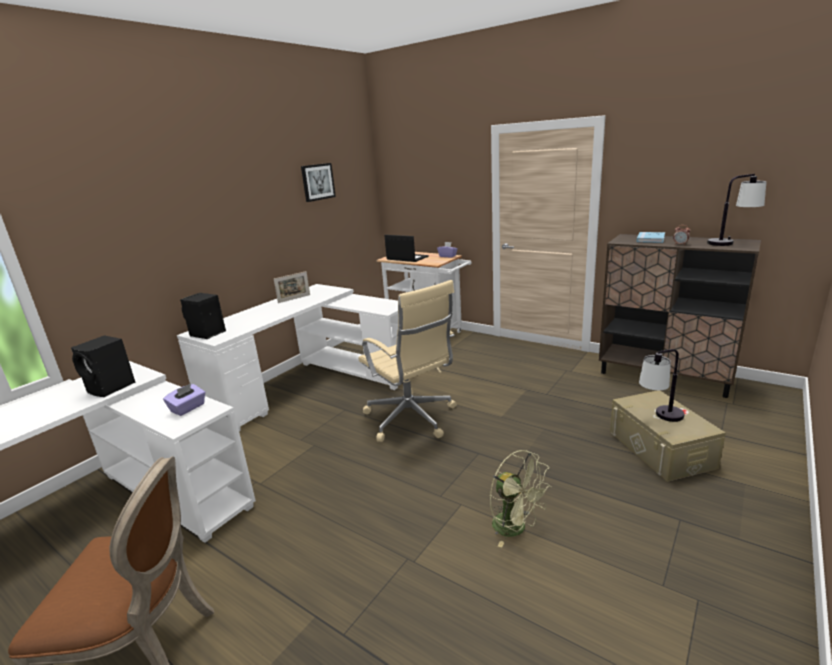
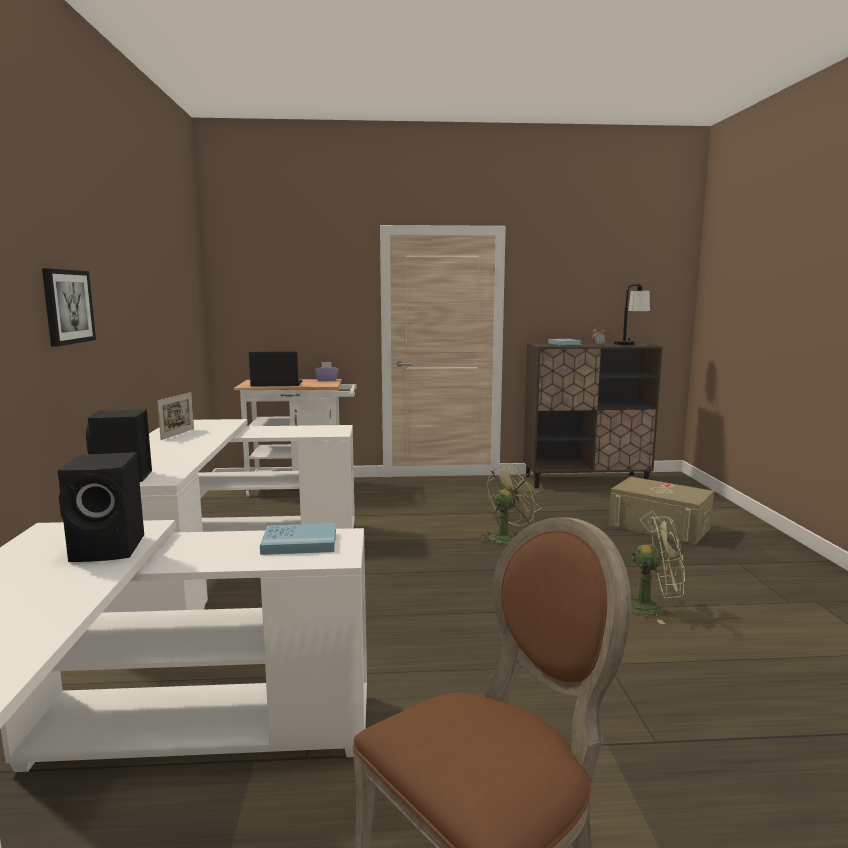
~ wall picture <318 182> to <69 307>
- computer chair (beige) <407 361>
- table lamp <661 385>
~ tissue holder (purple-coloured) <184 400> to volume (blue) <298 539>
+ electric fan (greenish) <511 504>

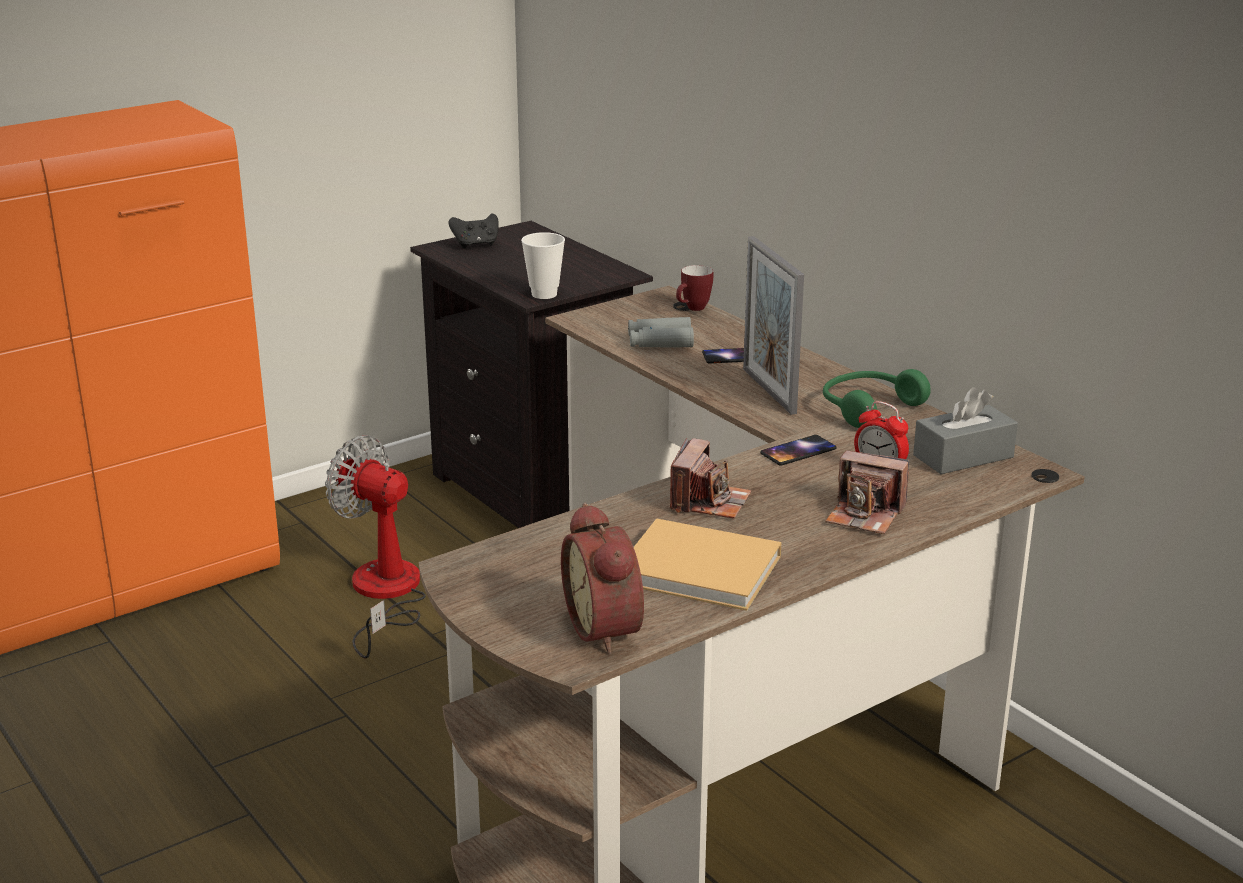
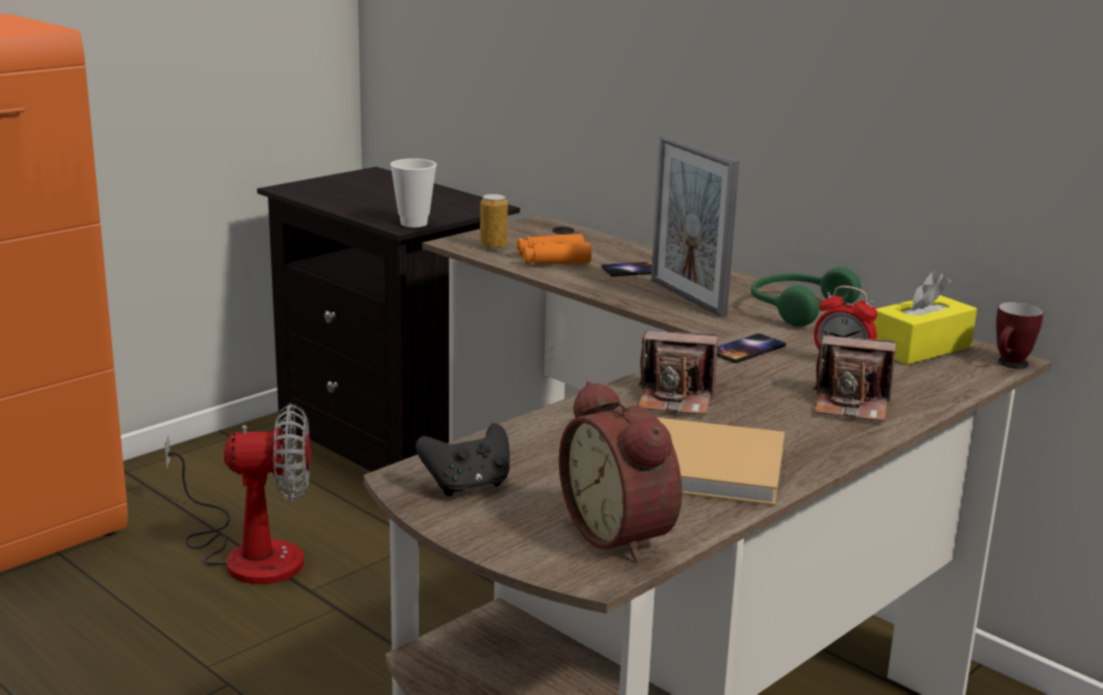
~ game controller (black) <474 231> to <463 459>
~ mug <694 288> to <1020 332>
~ field glasses (gray) <661 332> to field glasses (orangey) <554 249>
~ tissue holder (gray) <965 430> to tissue holder (yellowish) <925 318>
~ electric fan <375 546> = <238 494> 150 degrees clockwise
~ still camera <710 478> = <678 373> 90 degrees clockwise
+ metal can <494 222>

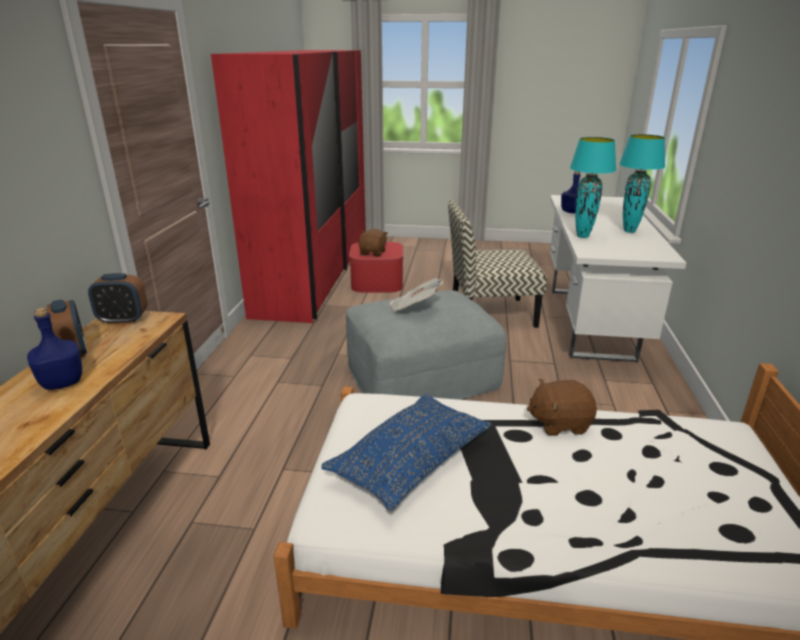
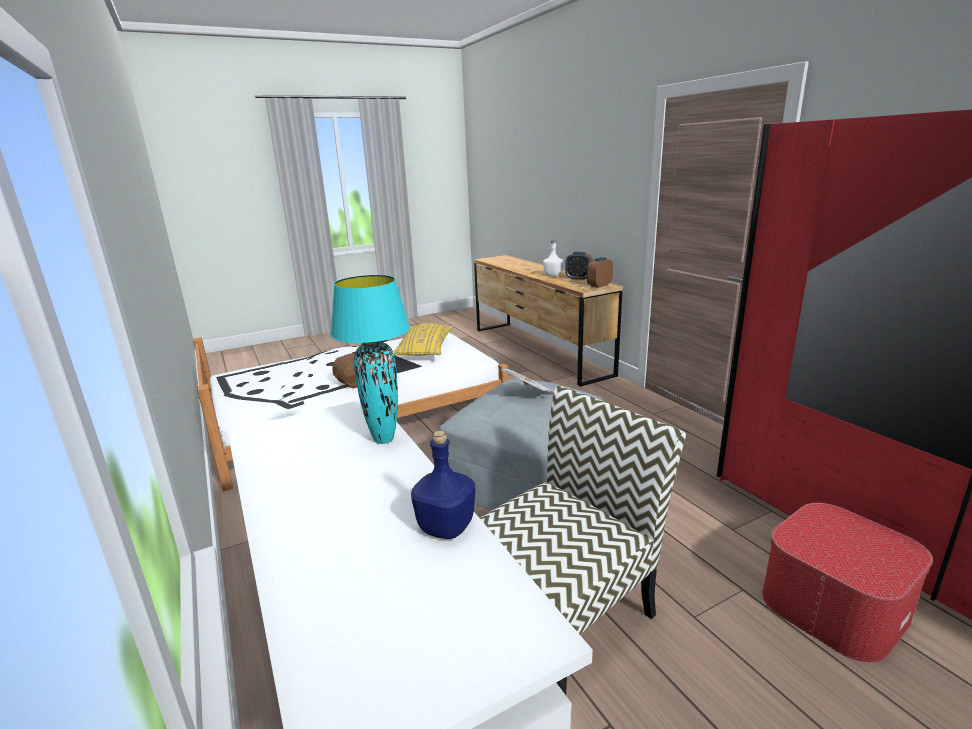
- table lamp (turquoise-coloured) <642 183>
- soft toy (brownish) <373 242>
~ drink bottle (blue) <54 349> to drink bottle (white) <553 258>
~ cushion (blue) <406 452> to cushion (yellowish) <423 339>

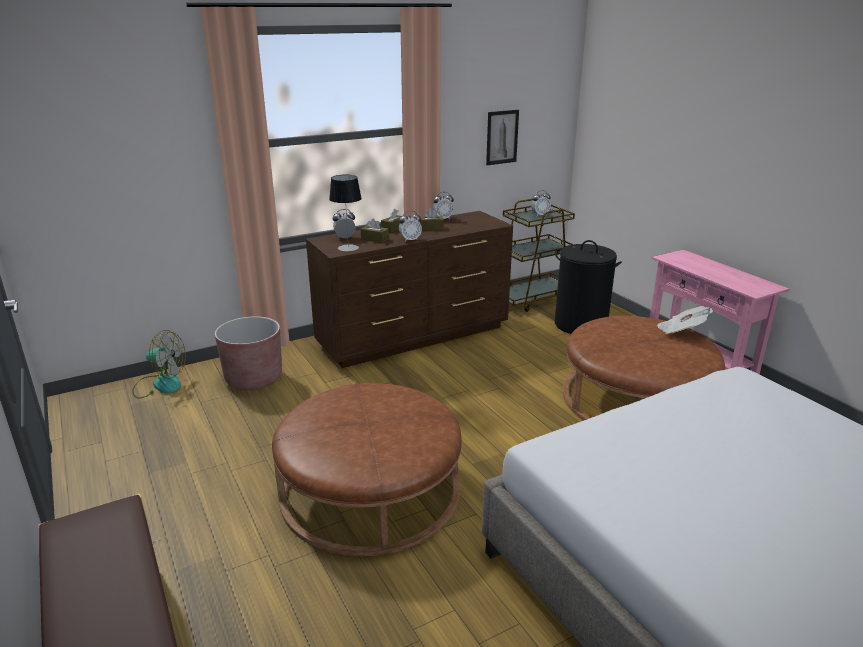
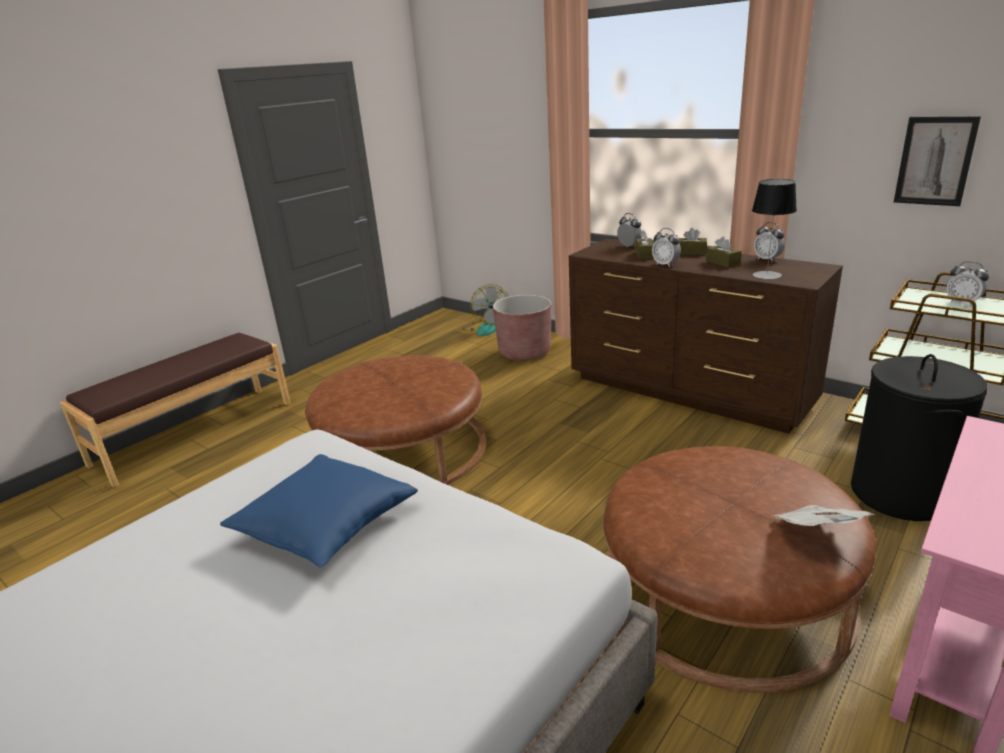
~ table lamp <345 213> to <774 229>
+ cushion (blue) <319 510>

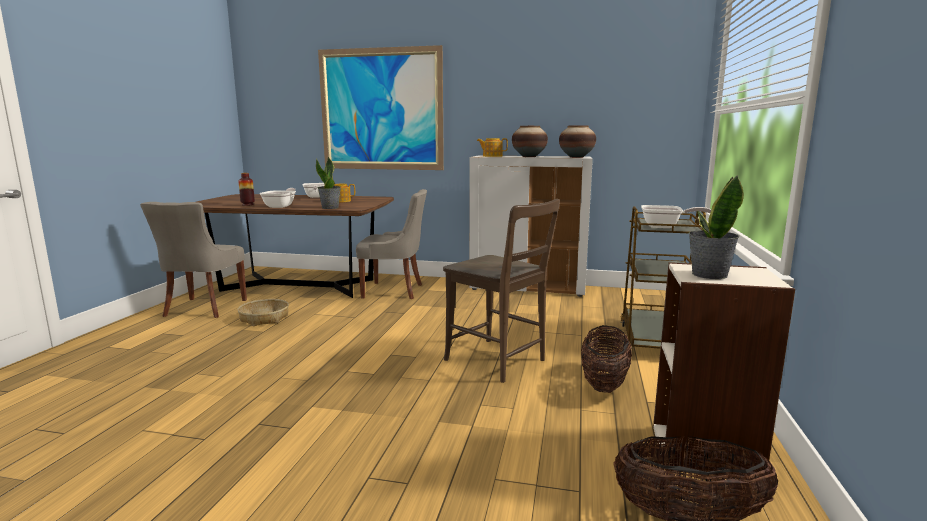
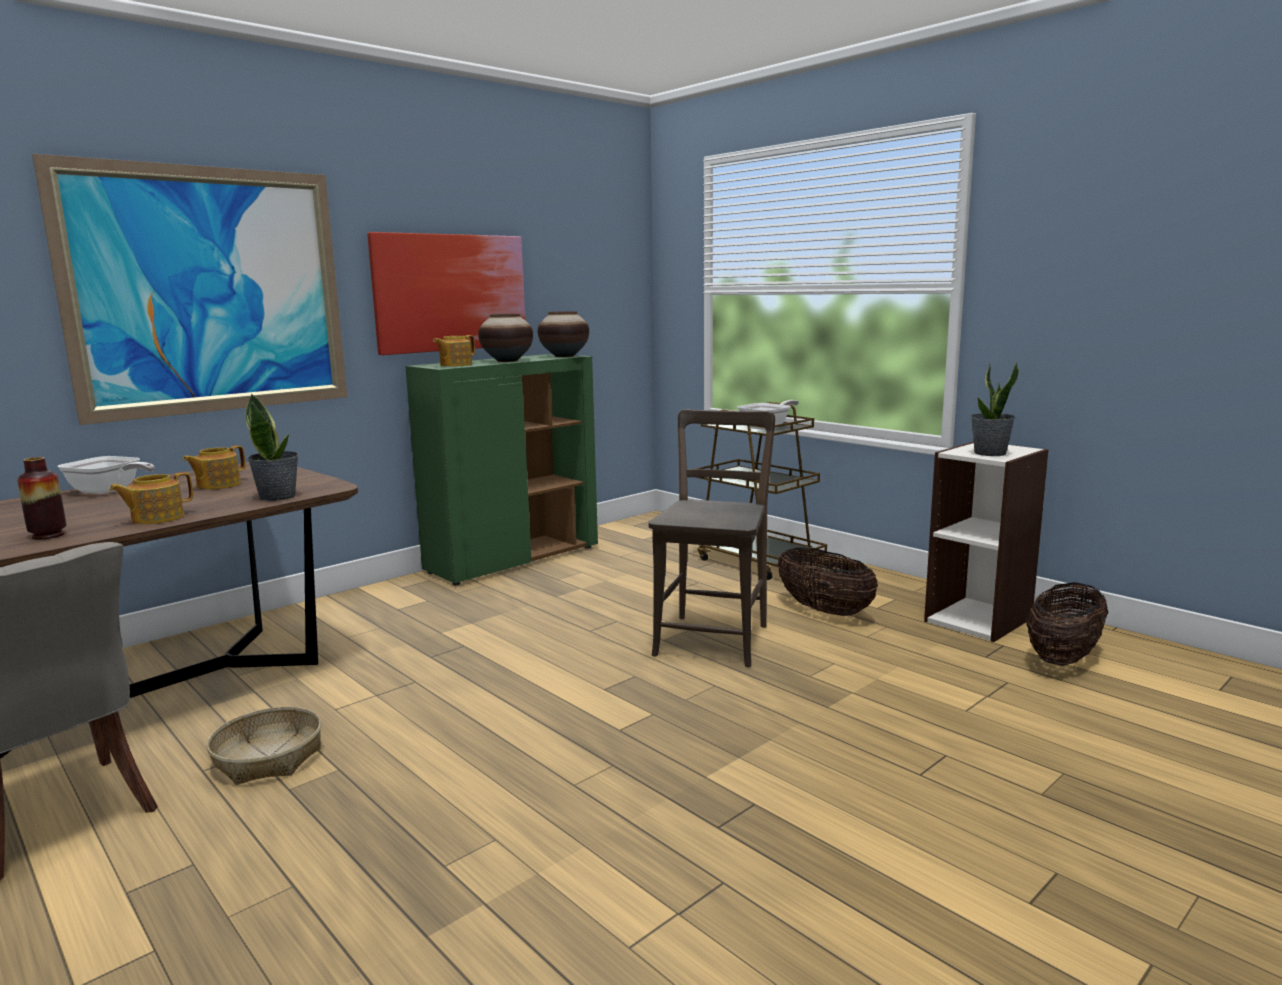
~ storage cabinet (white) <531 226> to storage cabinet (greenish) <501 469>
~ pan <278 198> to teapot <151 498>
- chair (gray) <391 244>
~ chair (brownish) <501 291> = <712 538> 60 degrees counterclockwise
+ wall picture <446 293>

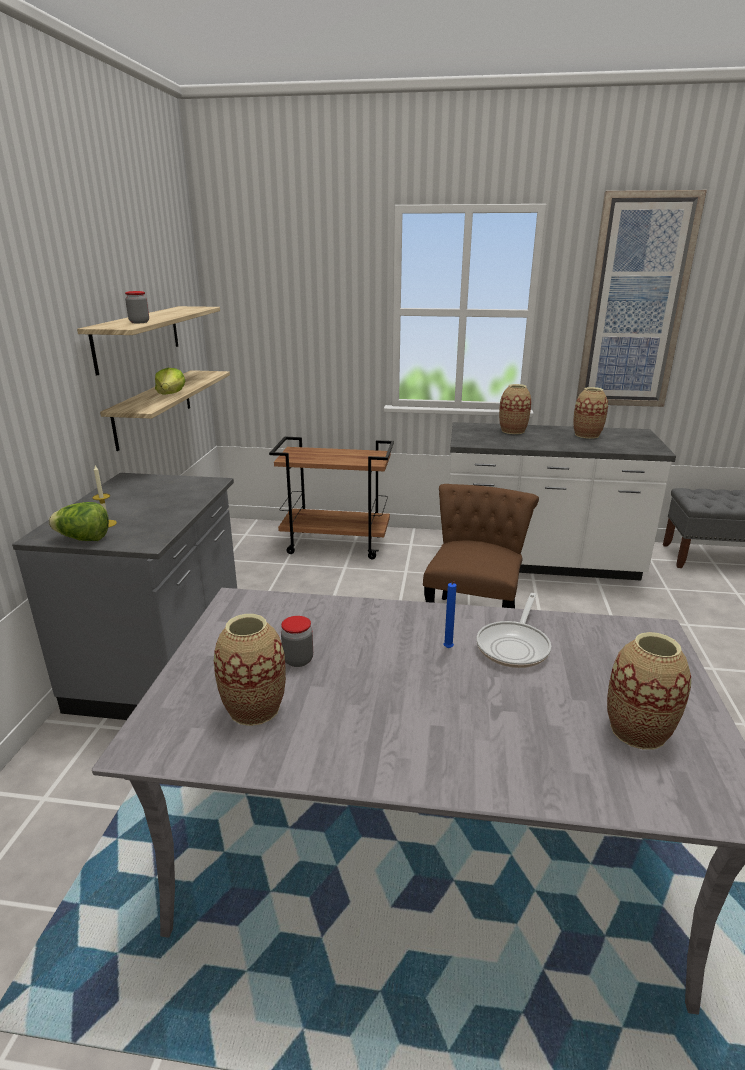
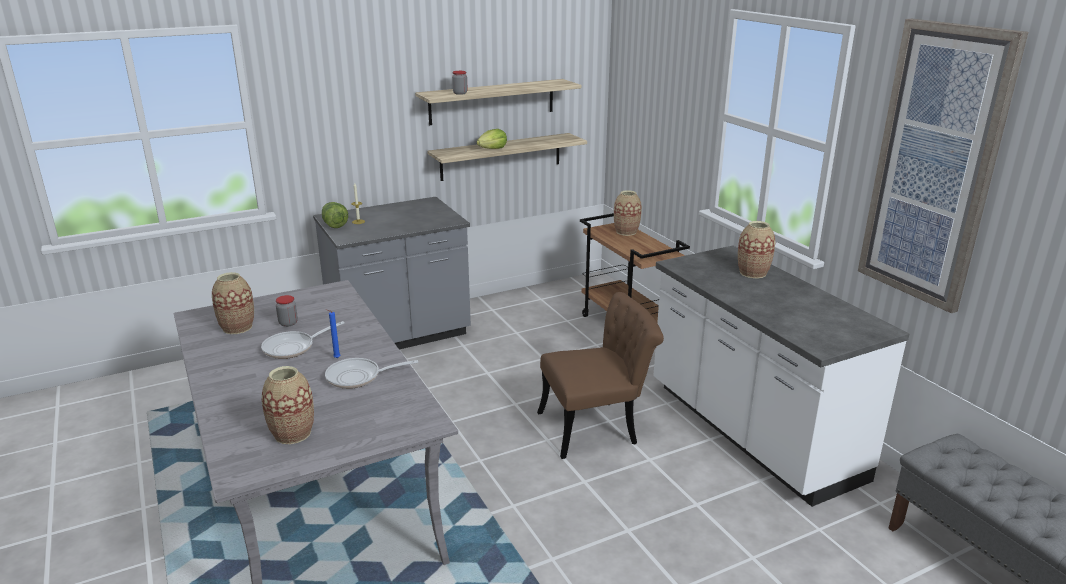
~ vase <591 413> to <628 213>
+ pan <303 340>

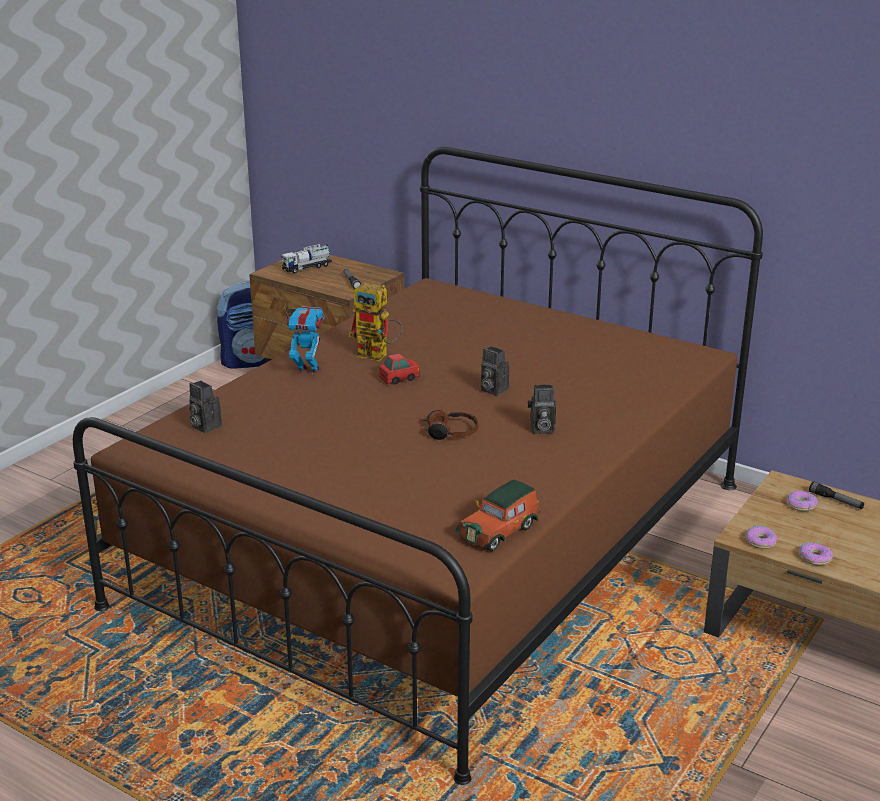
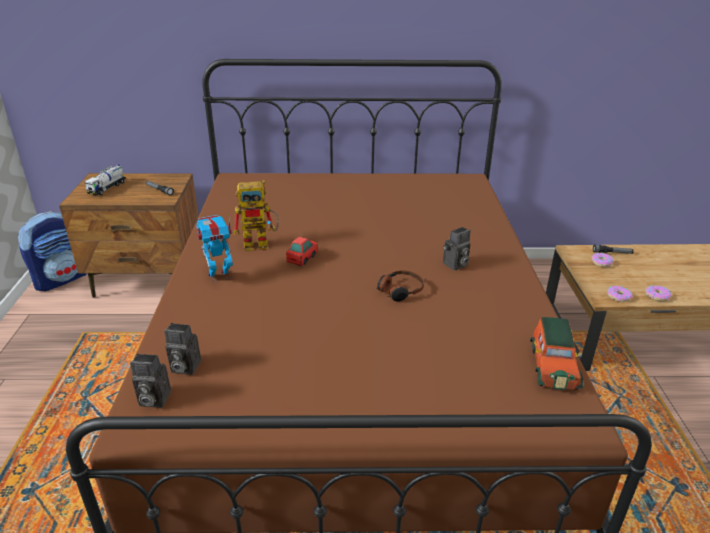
~ still camera <495 371> to <150 381>

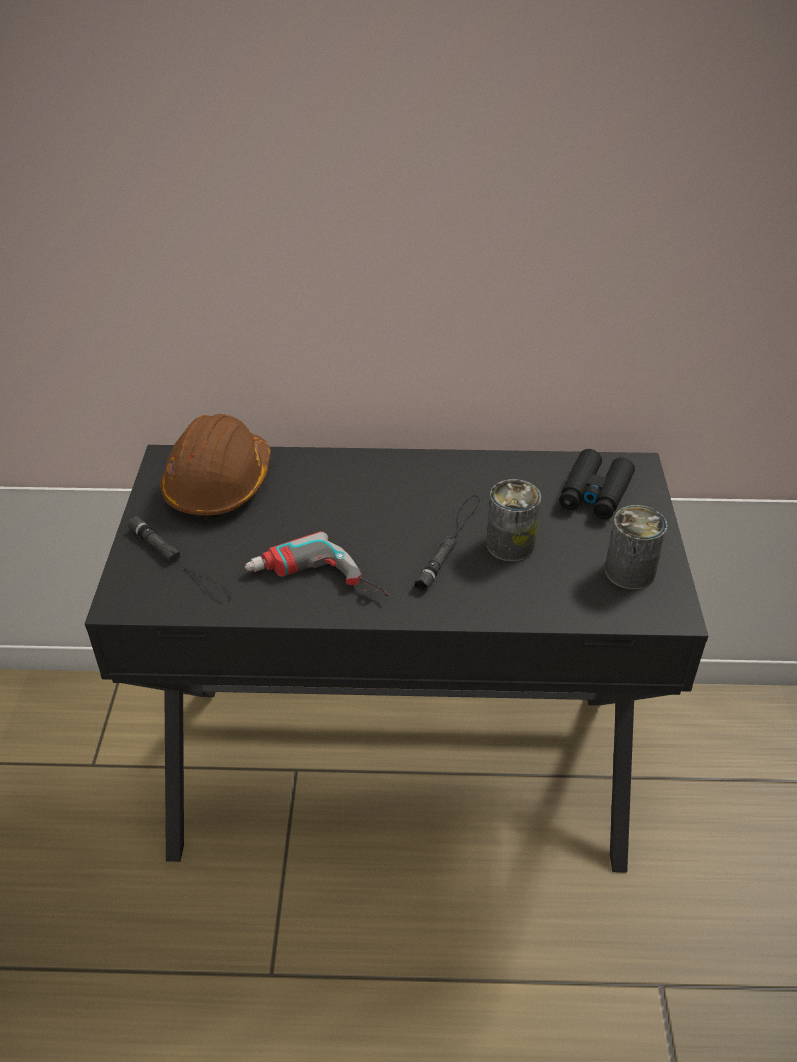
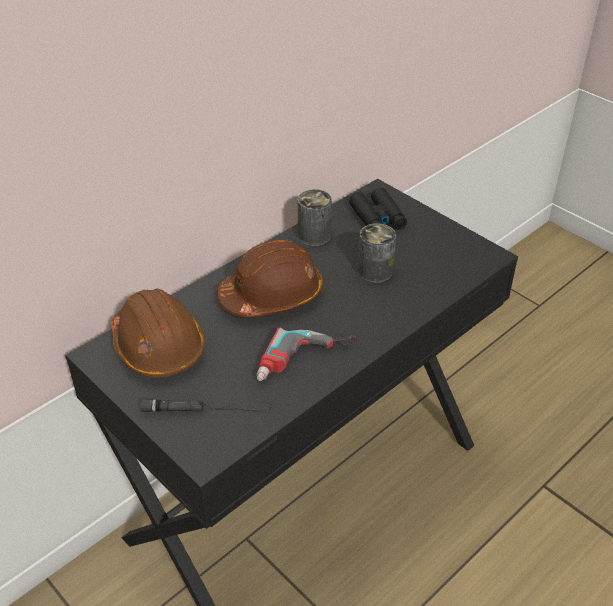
- hand torch (black) <446 544>
~ metal can <636 547> to <315 217>
+ work helmet (brownish) <270 278>

